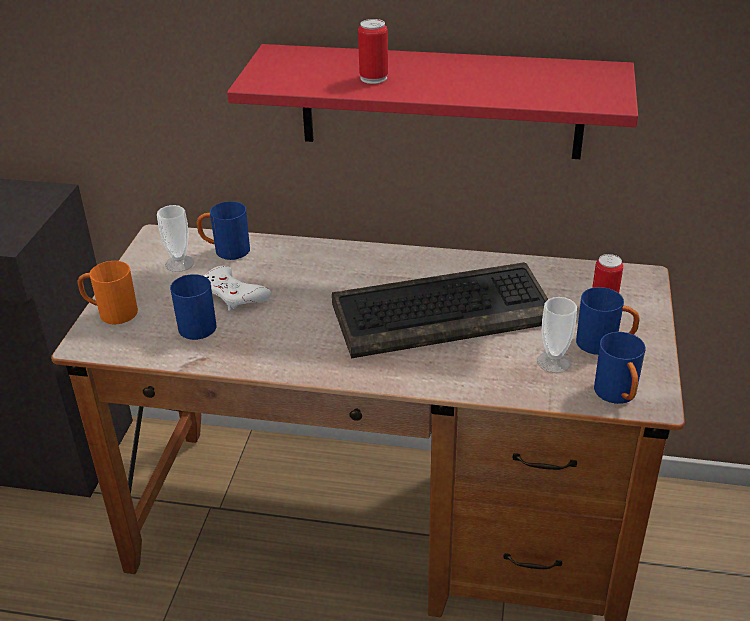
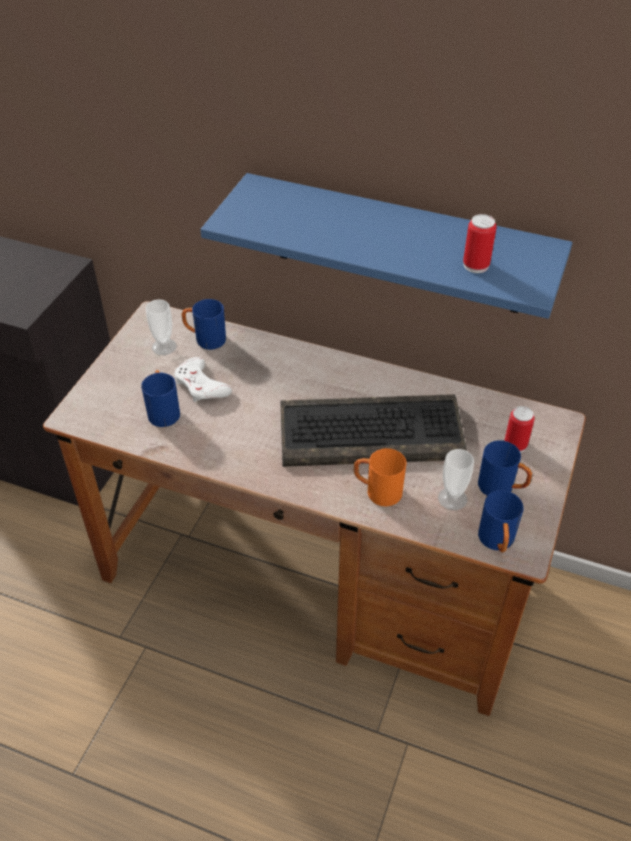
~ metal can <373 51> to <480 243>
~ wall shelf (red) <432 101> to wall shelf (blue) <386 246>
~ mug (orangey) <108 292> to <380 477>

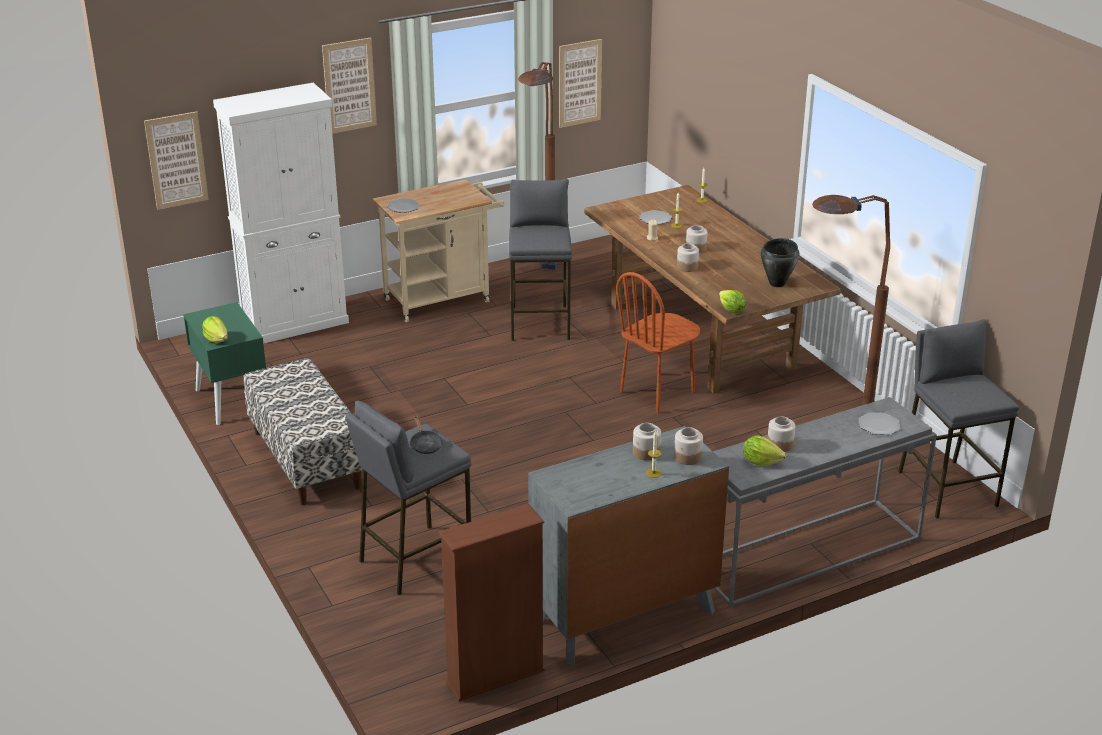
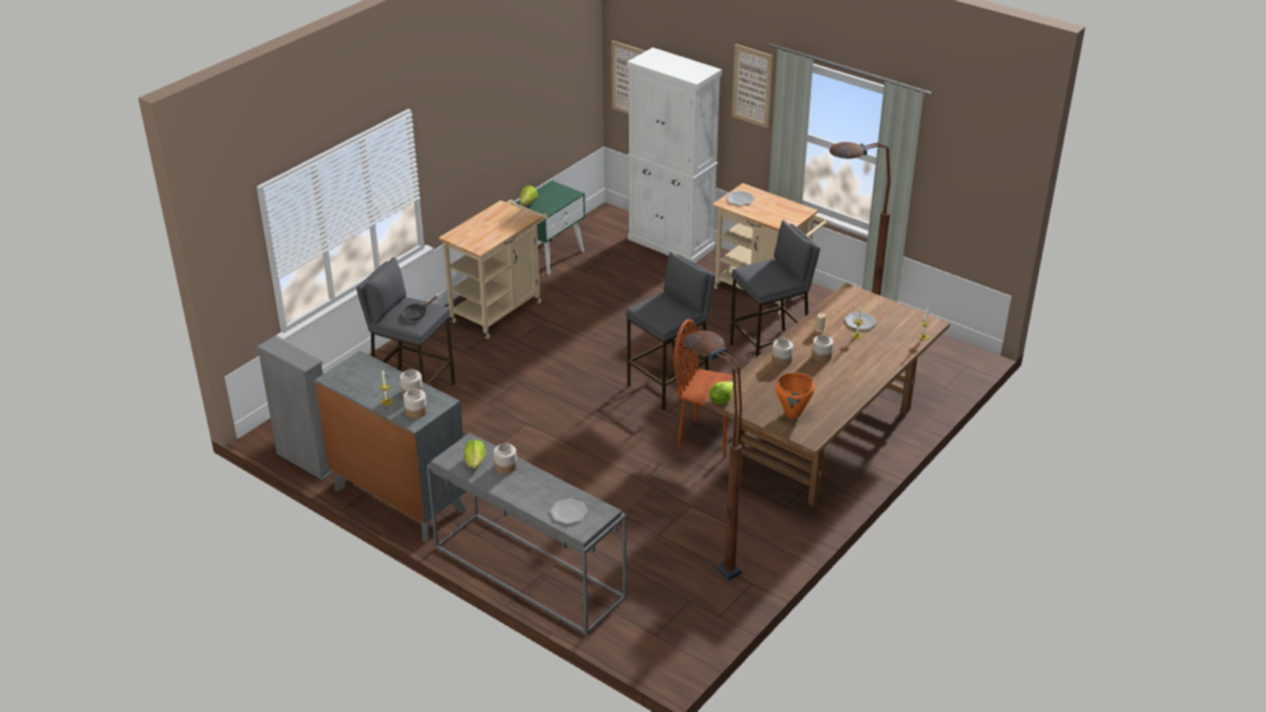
- wall picture <580 83>
~ stockpot (black) <780 262> to stockpot (orangey) <795 396>
~ sitting stool (gray) <958 419> to <670 331>
~ bench <303 431> to cart (beige) <493 269>
~ bookcase (brownish) <492 602> to bookcase (gray) <295 408>

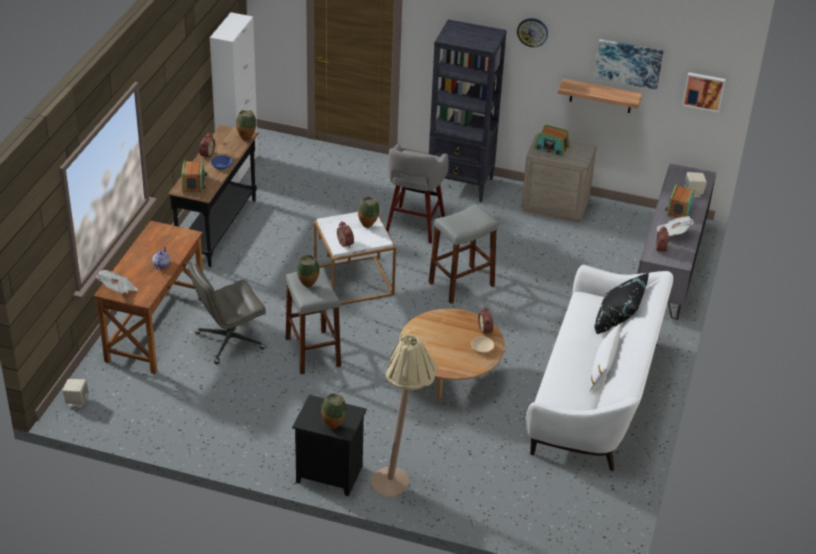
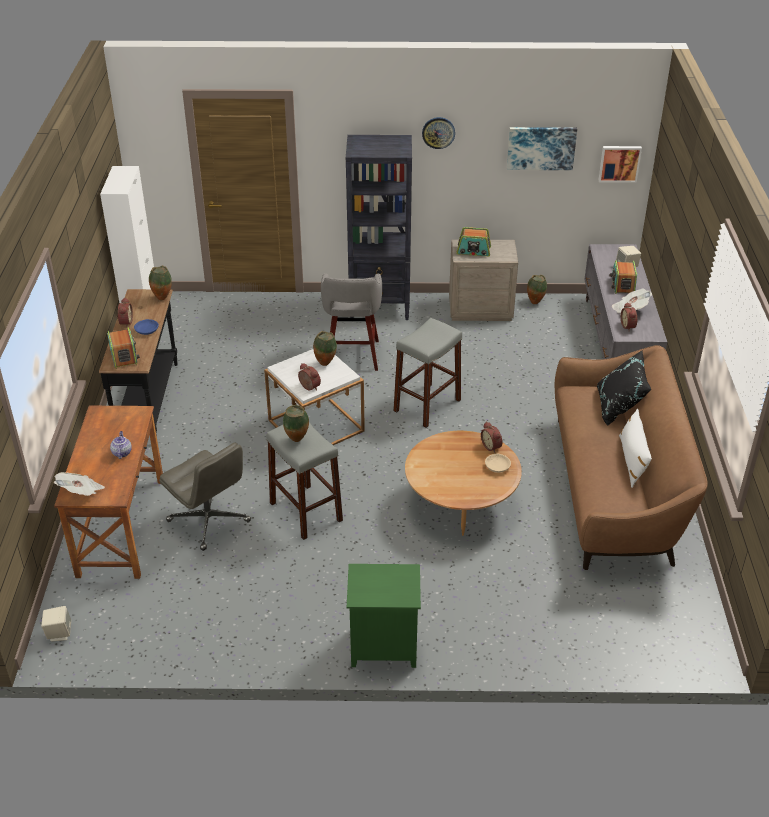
- wall shelf <600 96>
~ computer chair (gray) <227 314> = <205 496> 90 degrees counterclockwise
~ couch (white) <599 368> to couch (brownish) <631 457>
- floor lamp (beige) <404 415>
~ vase <334 411> to <537 289>
~ night table (black) <329 445> to night table (greenish) <384 616>

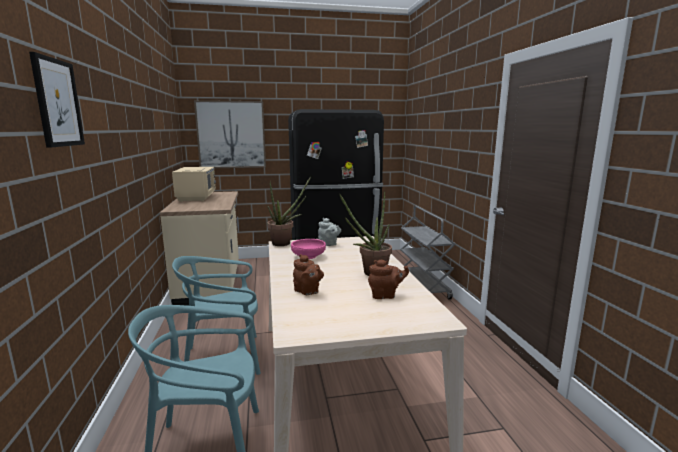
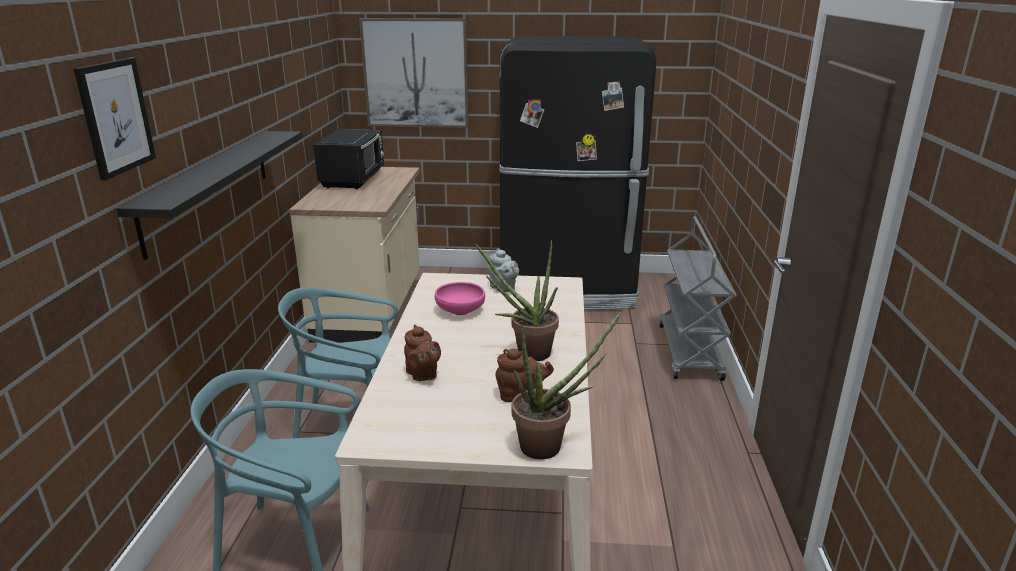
~ microwave (beige) <194 184> to microwave (black) <348 159>
~ potted plant <289 211> to <566 386>
+ wall shelf (black) <209 195>

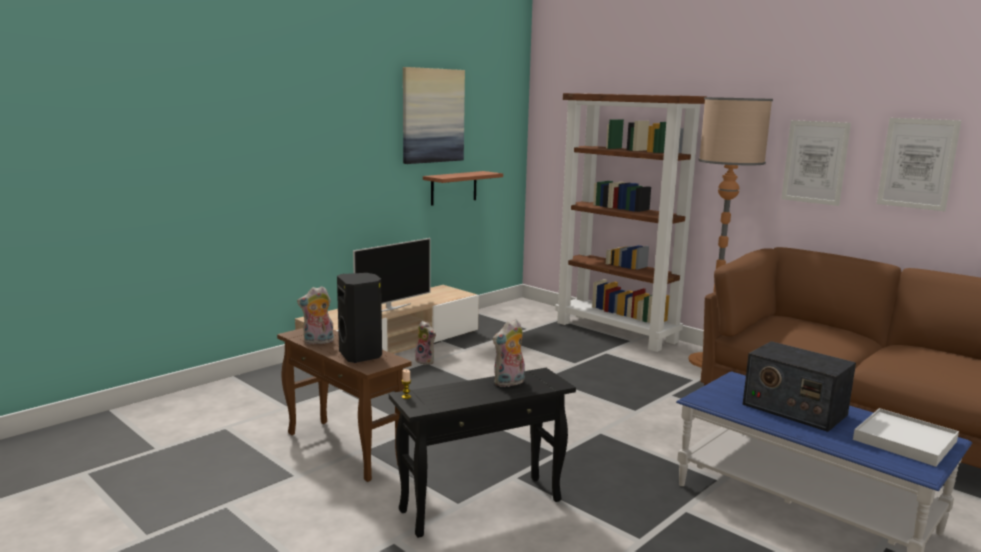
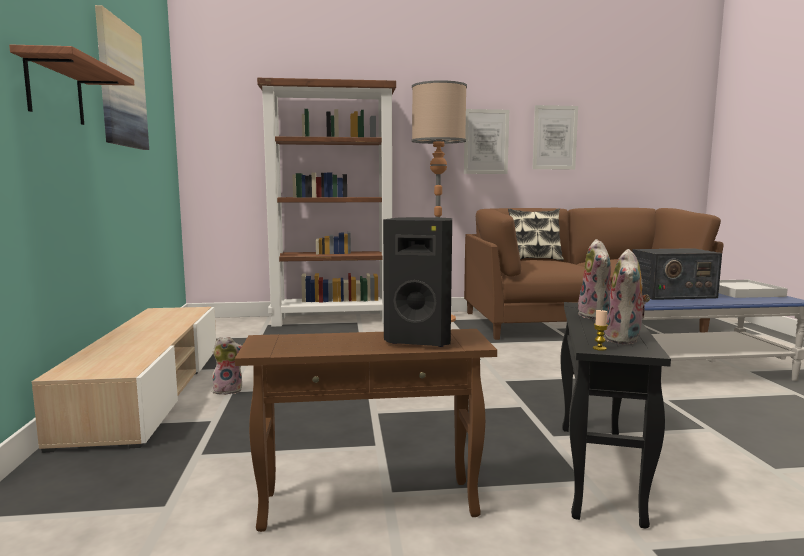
~ wall shelf <463 188> to <71 84>
- television <392 275>
~ soft toy <316 315> to <626 297>
+ cushion <536 234>

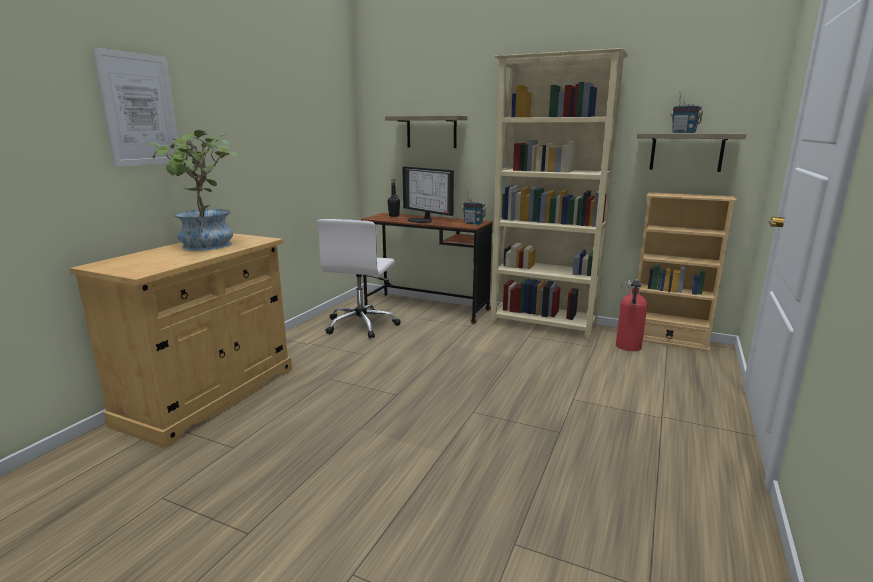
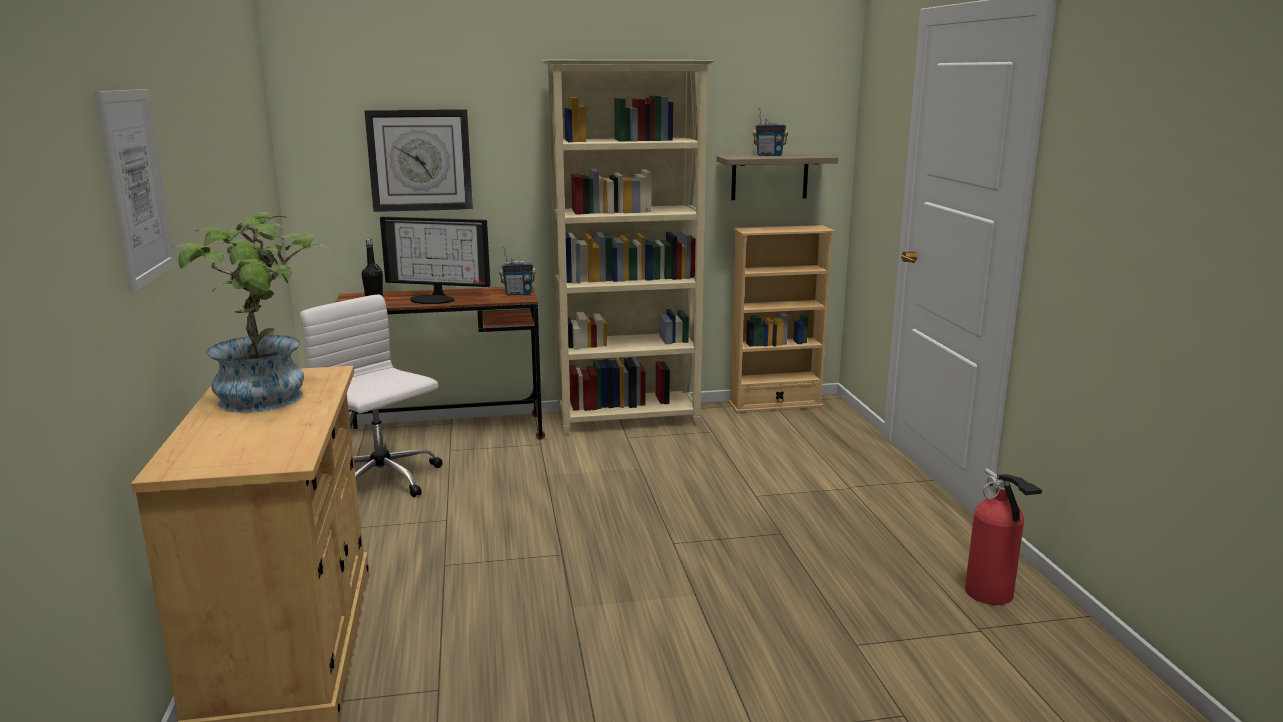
~ wall shelf <426 131> to hanging clock <418 160>
~ computer chair (white) <358 278> = <371 395> 150 degrees clockwise
~ extinguisher <631 315> to <1003 536>

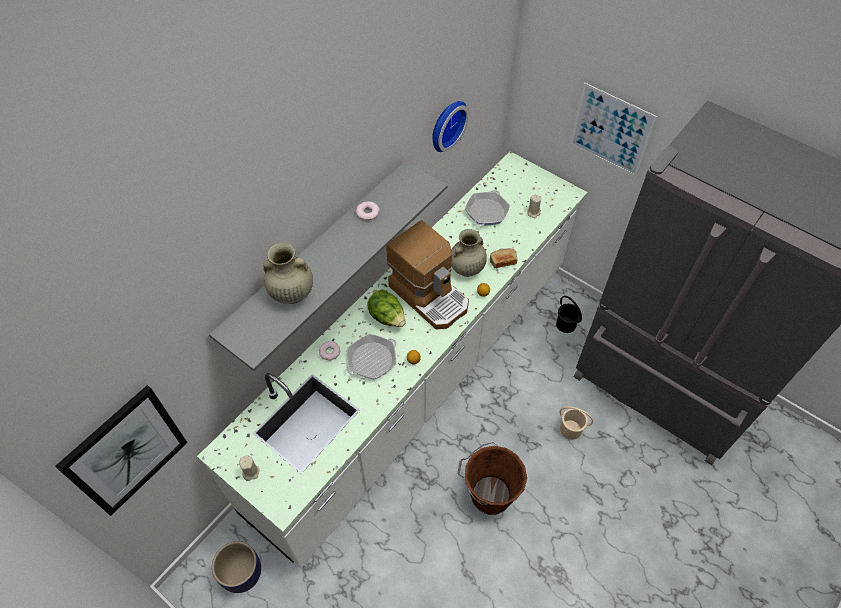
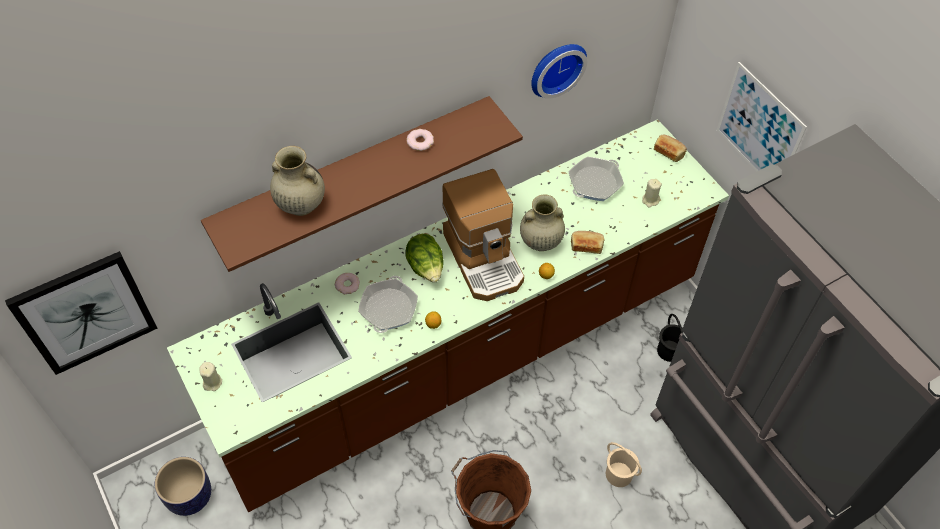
~ counter (white) <392 359> to counter (brownish) <448 315>
~ wall shelf (gray) <328 266> to wall shelf (brownish) <362 184>
~ pan <371 357> = <388 304> 120 degrees clockwise
+ bakery bread <670 148>

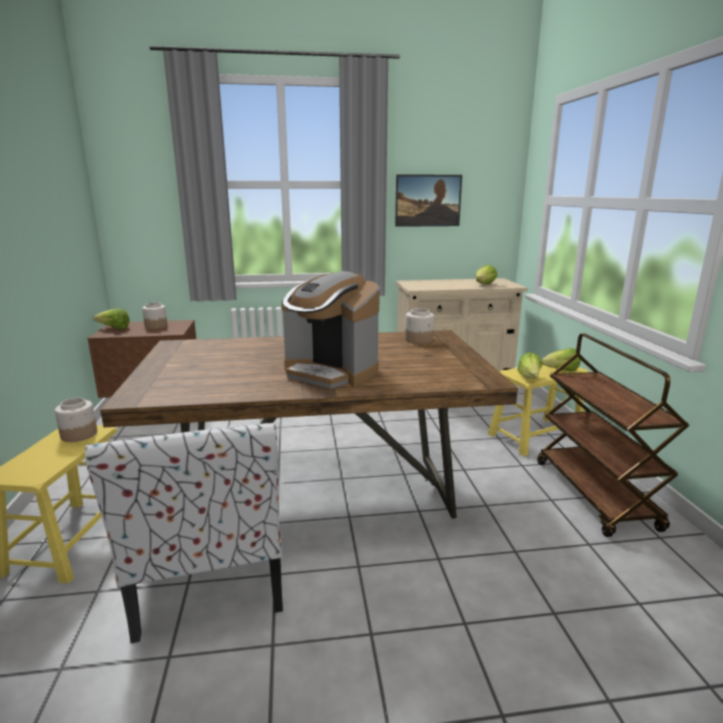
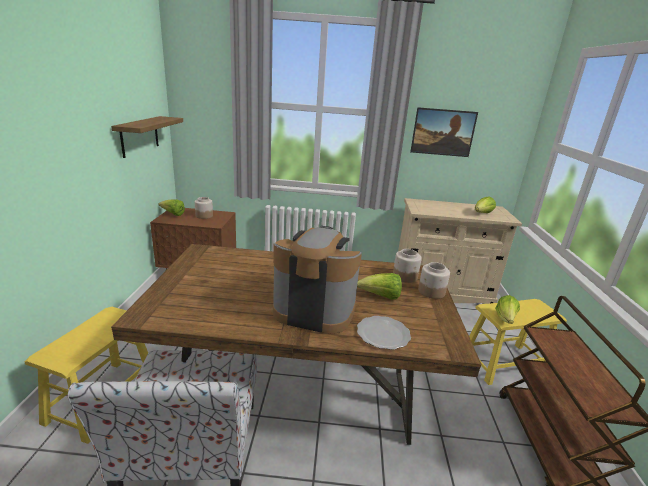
~ coffee machine <331 330> = <317 280> 150 degrees clockwise
~ lettuce <560 359> to <379 286>
~ storage jar <76 420> to <434 280>
+ wall shelf <147 137>
+ dinner plate <384 333>

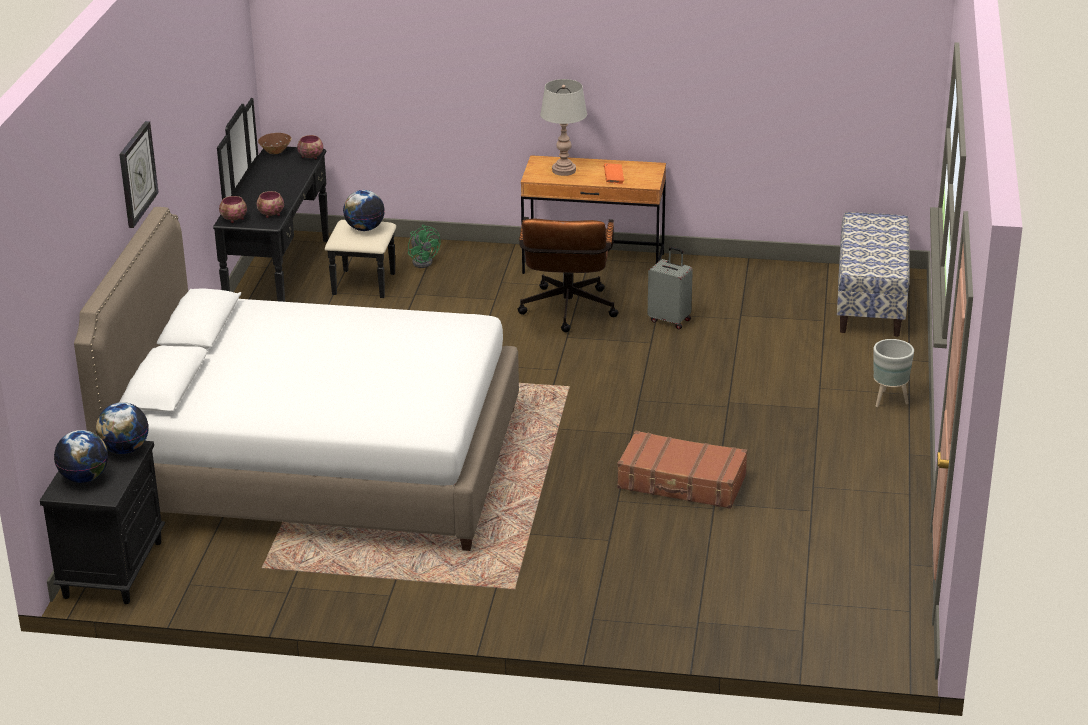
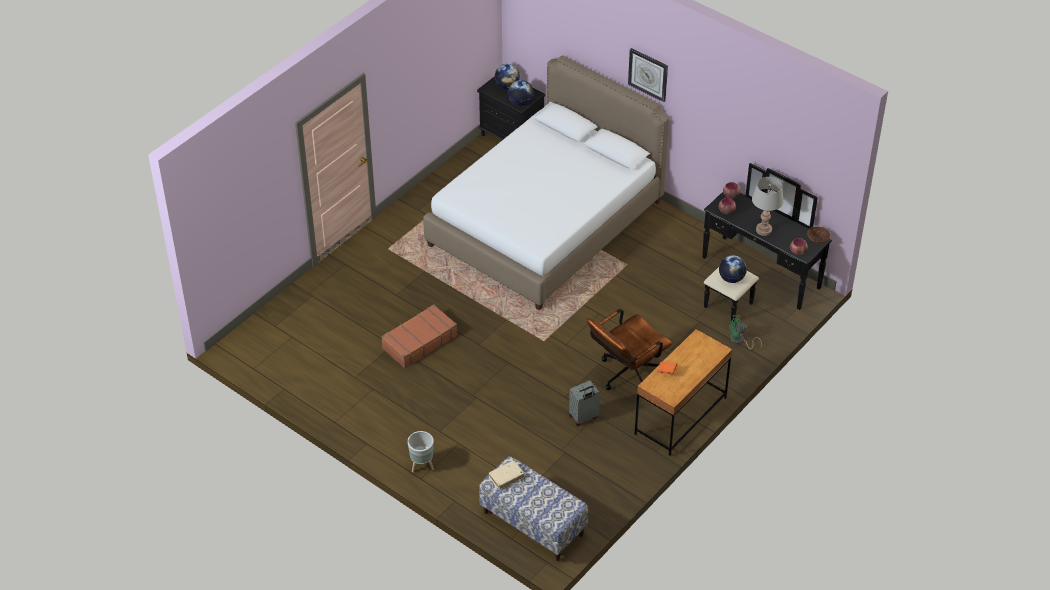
~ table lamp (gray) <563 127> to <768 206>
~ computer chair (brownish) <568 274> = <629 349> 75 degrees counterclockwise
+ volume (beige) <506 475>

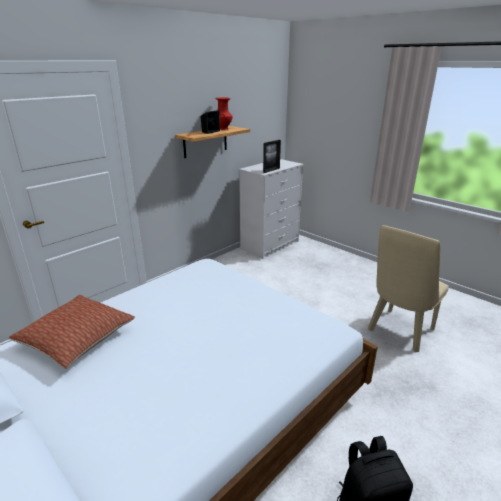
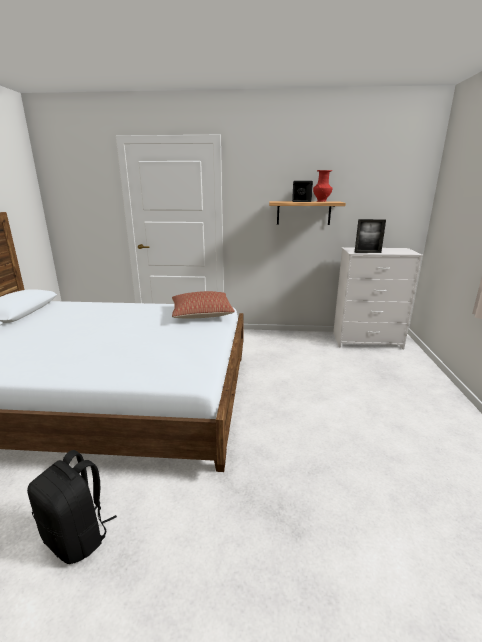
- chair (beige) <408 288>
~ cushion <72 332> to <203 305>

